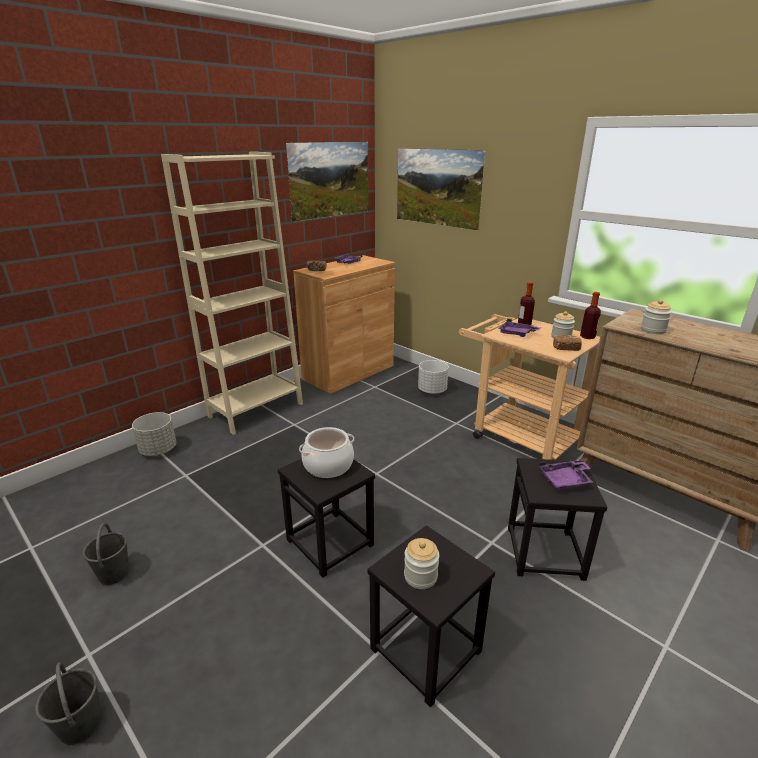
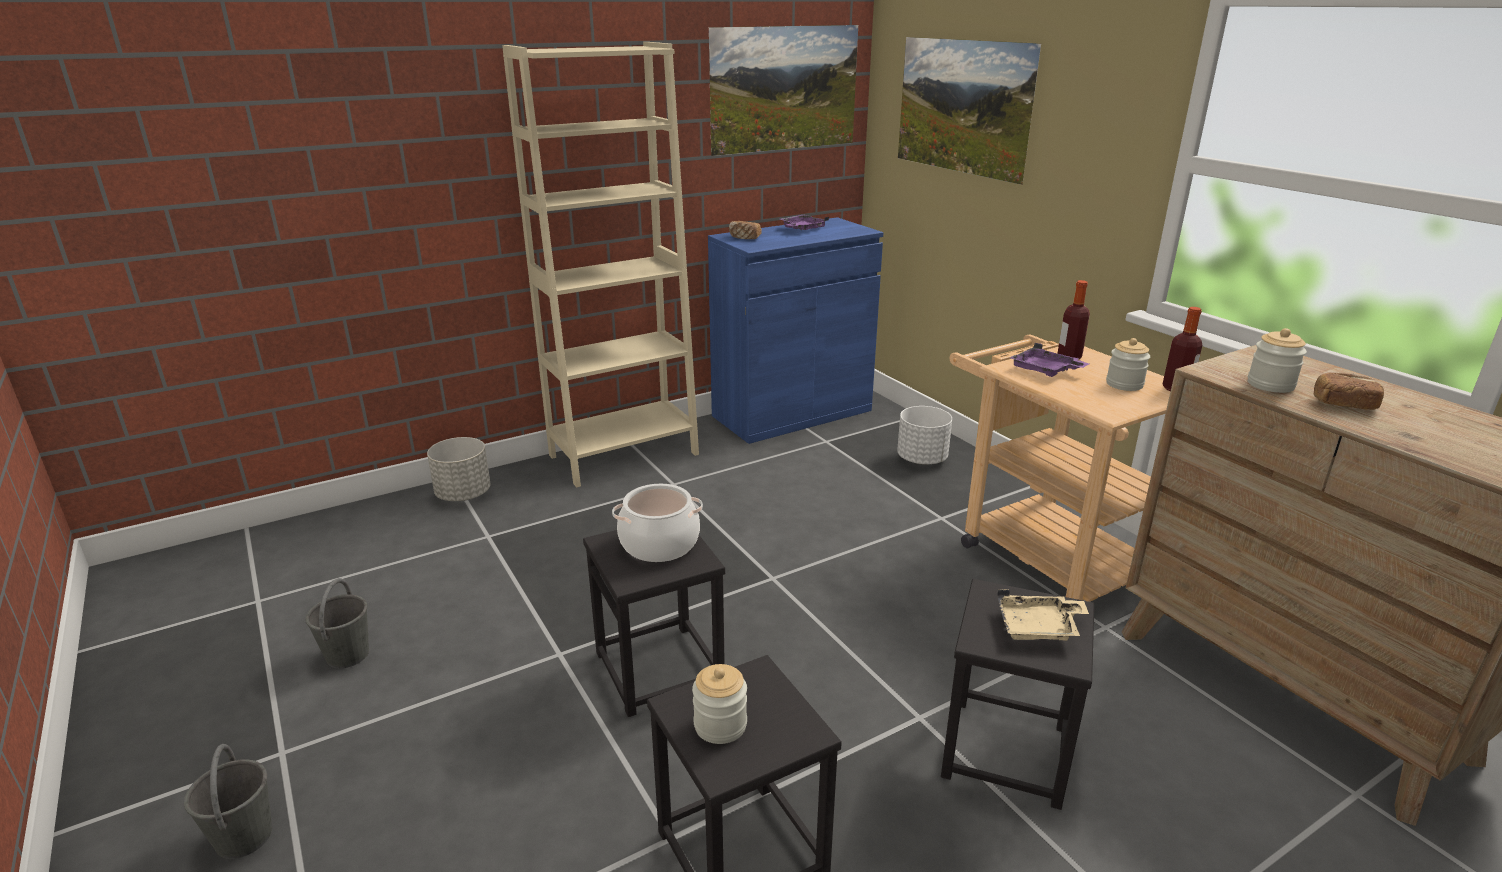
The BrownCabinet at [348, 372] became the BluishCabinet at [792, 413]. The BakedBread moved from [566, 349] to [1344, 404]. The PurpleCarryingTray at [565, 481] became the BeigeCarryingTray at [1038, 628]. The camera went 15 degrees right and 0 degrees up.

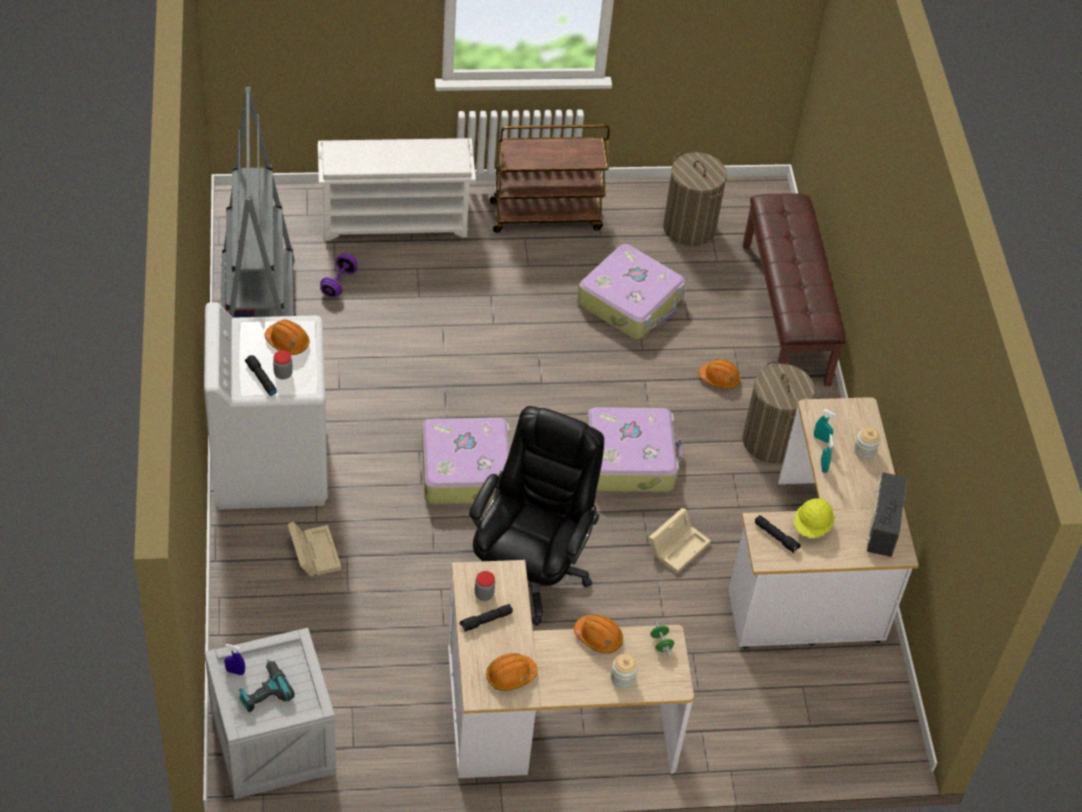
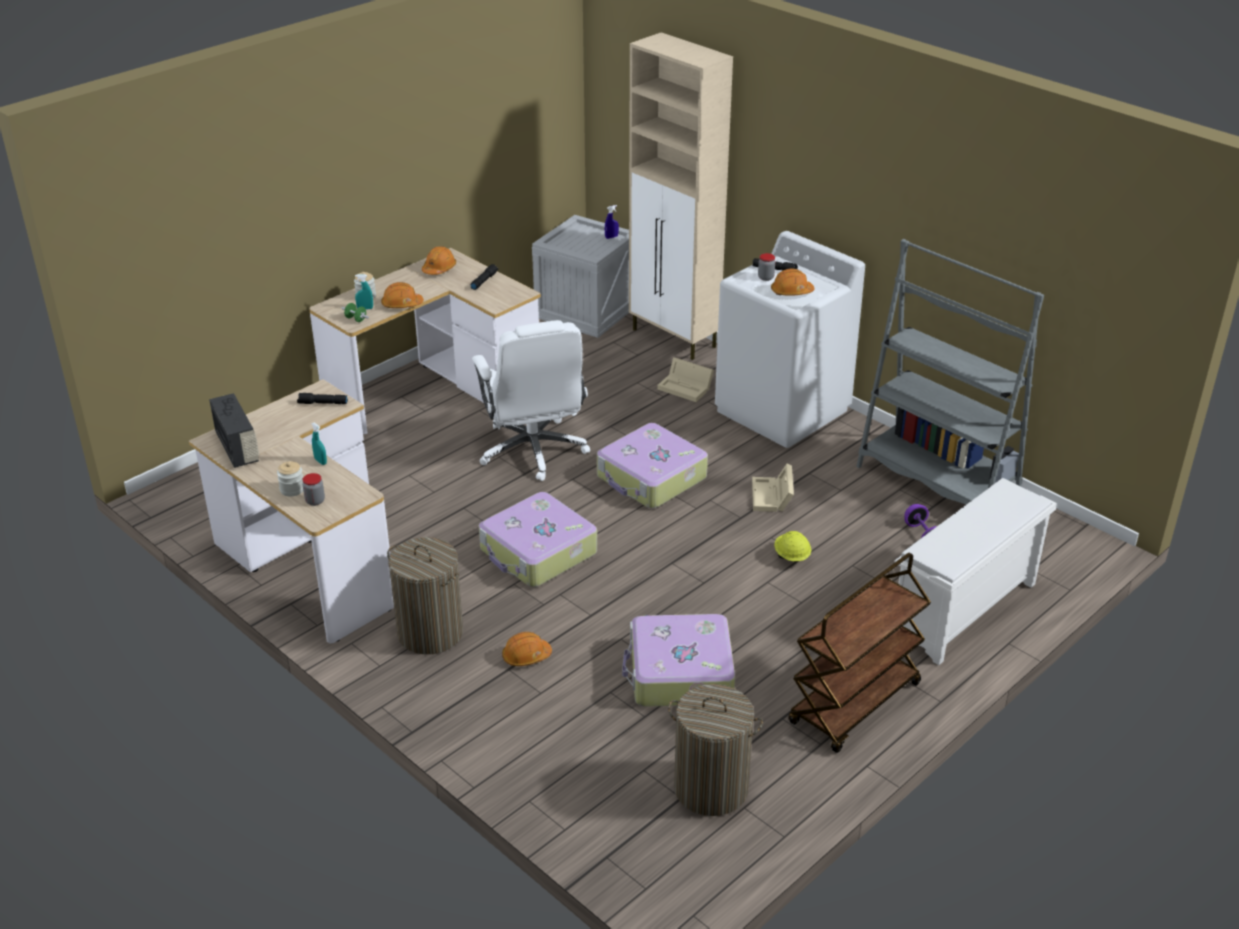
The BrownIndoorBench at [786, 314] disappeared. The BlackishComputerChair at [530, 570] became the WhitishComputerChair at [533, 451]. The BlueGreenSprayBottle moved from [821, 438] to [365, 309]. The YellowHardHat moved from [812, 526] to [791, 556]. The BeigeStorageBox moved from [678, 546] to [772, 497]. The StorageJar moved from [484, 594] to [315, 501]. The Drill at [263, 691] disappeared. The BeigeCabinet at [674, 339] appeared. The camera went 145 degrees right and 15 degrees down.

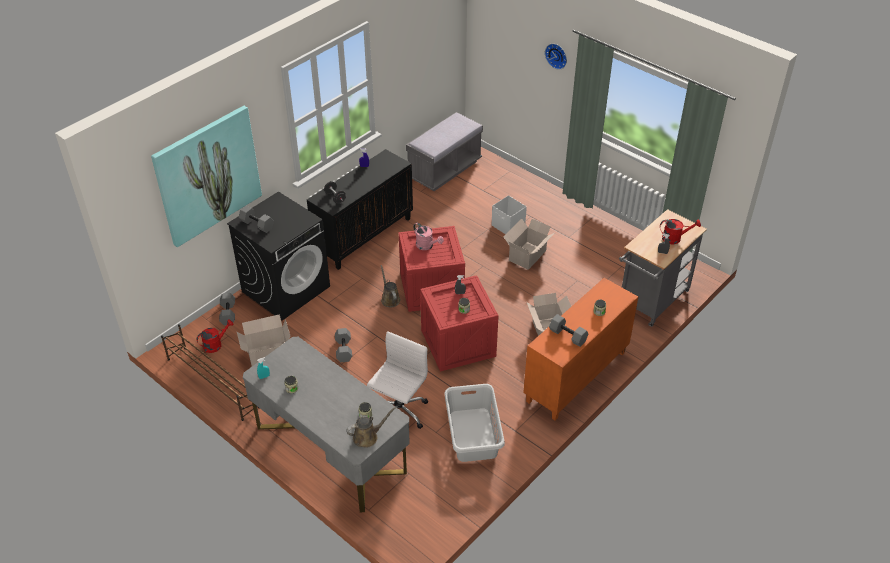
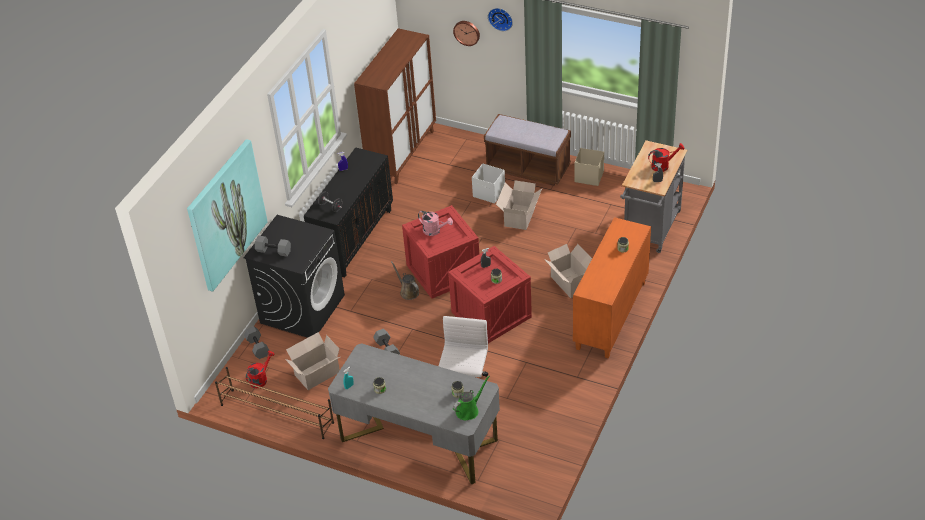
The GreyIndoorBench at [444, 170] was replaced by the BrownCabinet at [402, 153]. The GreyHandWeight at [567, 336] disappeared. The GreyHamper at [472, 435] disappeared. The BrownWateringPot at [368, 436] became the GreenColouredWateringPot at [469, 410]. The WallClock at [467, 32] appeared. The BrownIndoorBench at [528, 168] appeared. The BeigeStorageBox at [588, 176] appeared. The camera went 15 degrees left and 0 degrees up.

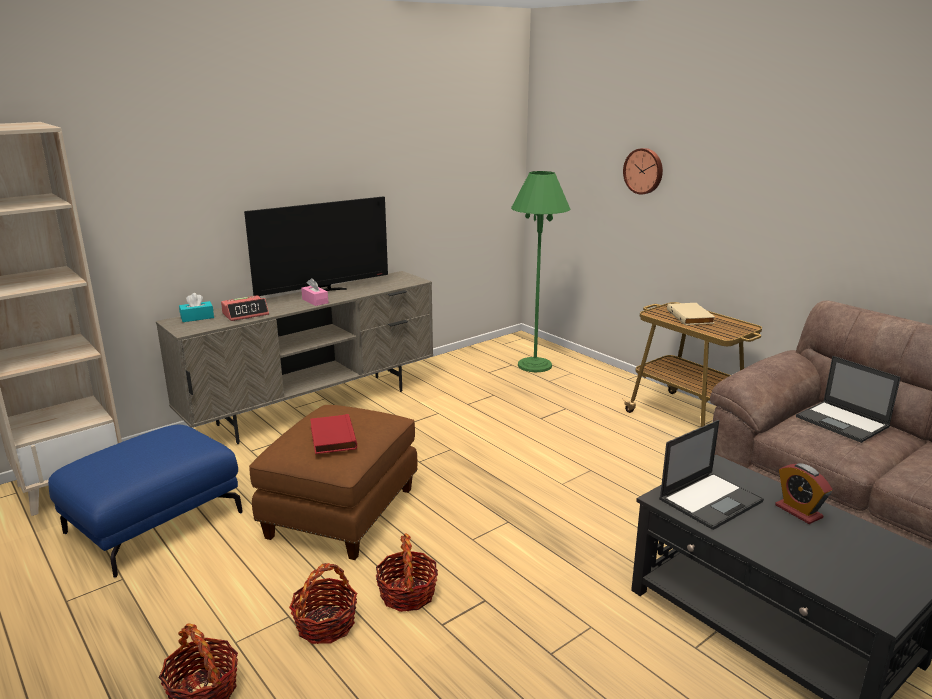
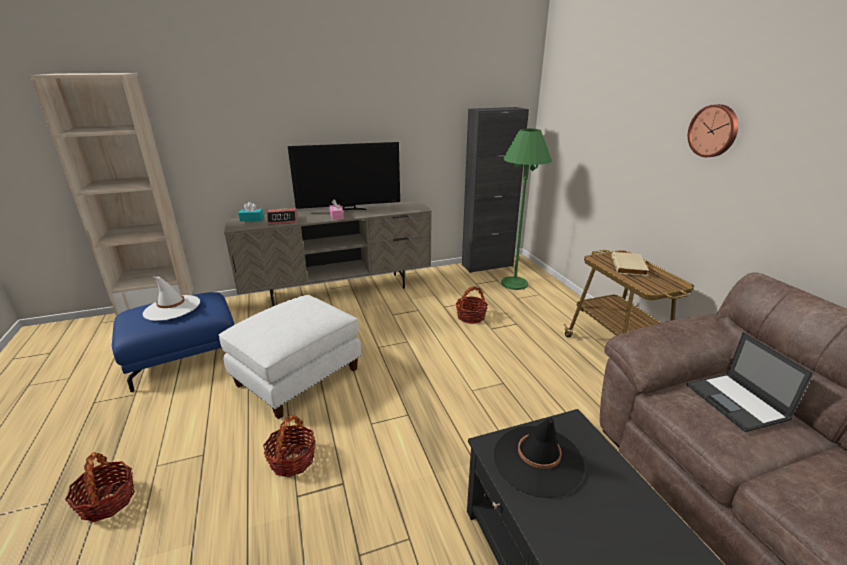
The WallClock moved from [644, 171] to [714, 131]. The BrownPouffe at [340, 512] became the WhitishPouffe at [297, 376]. The ReddishBoundBook at [331, 437] disappeared. The Laptop at [711, 500] was replaced by the BlackishClothingHat at [537, 460]. The TableClock at [798, 511] disappeared. The Basket moved from [325, 624] to [471, 317]. The BlackishCabinet at [487, 265] appeared. The WhitishClothingHat at [172, 308] appeared. The camera went 20 degrees right and 5 degrees up.

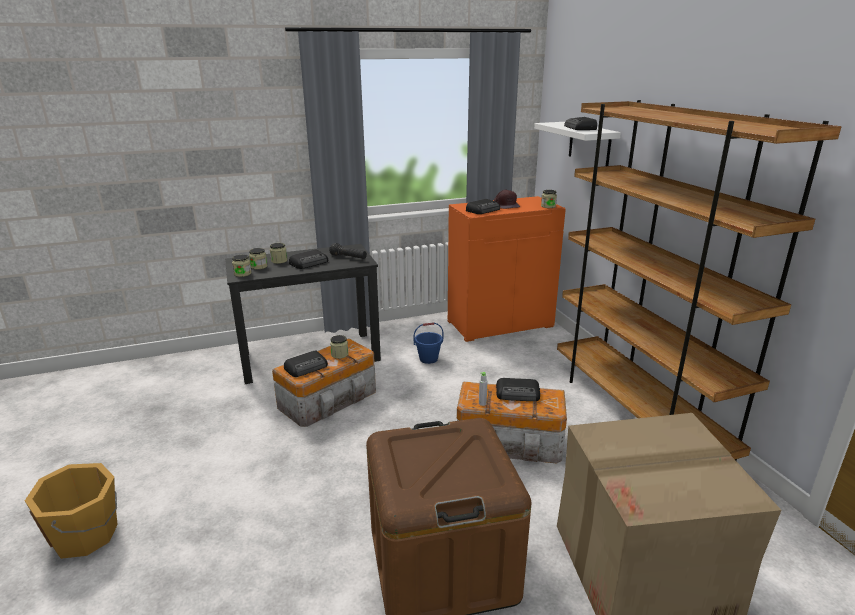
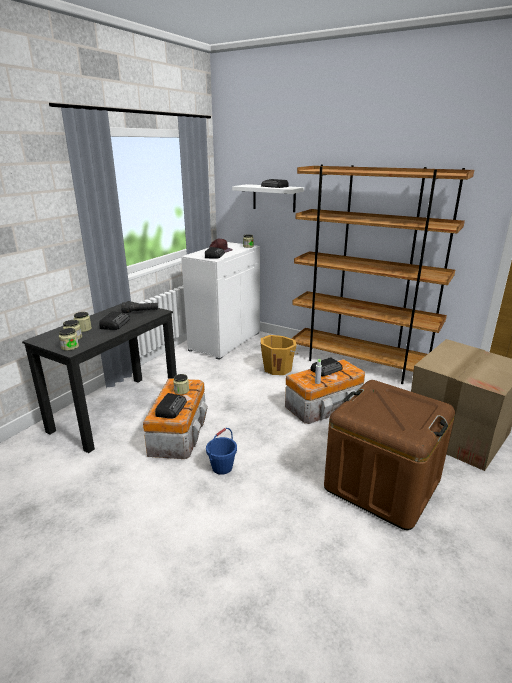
The OrangeColouredCabinet at [500, 323] became the WhitishCabinet at [224, 341]. The BluishWaterBucket moved from [428, 359] to [222, 467]. The OrangeColouredWaterBucket moved from [87, 535] to [278, 368]. The camera went 40 degrees left and 0 degrees up.

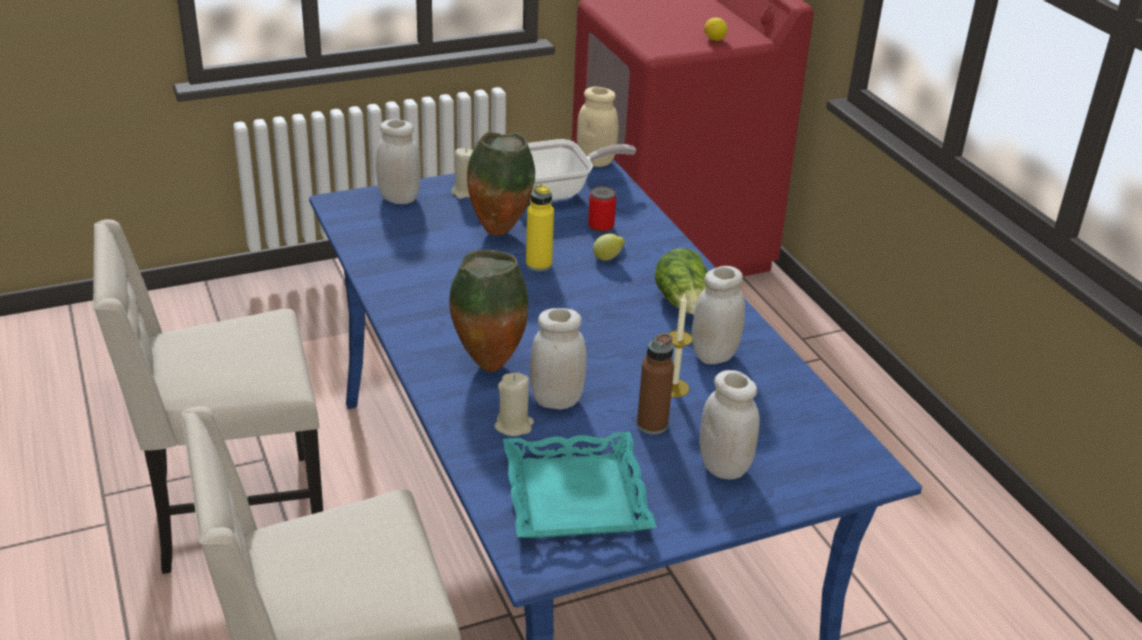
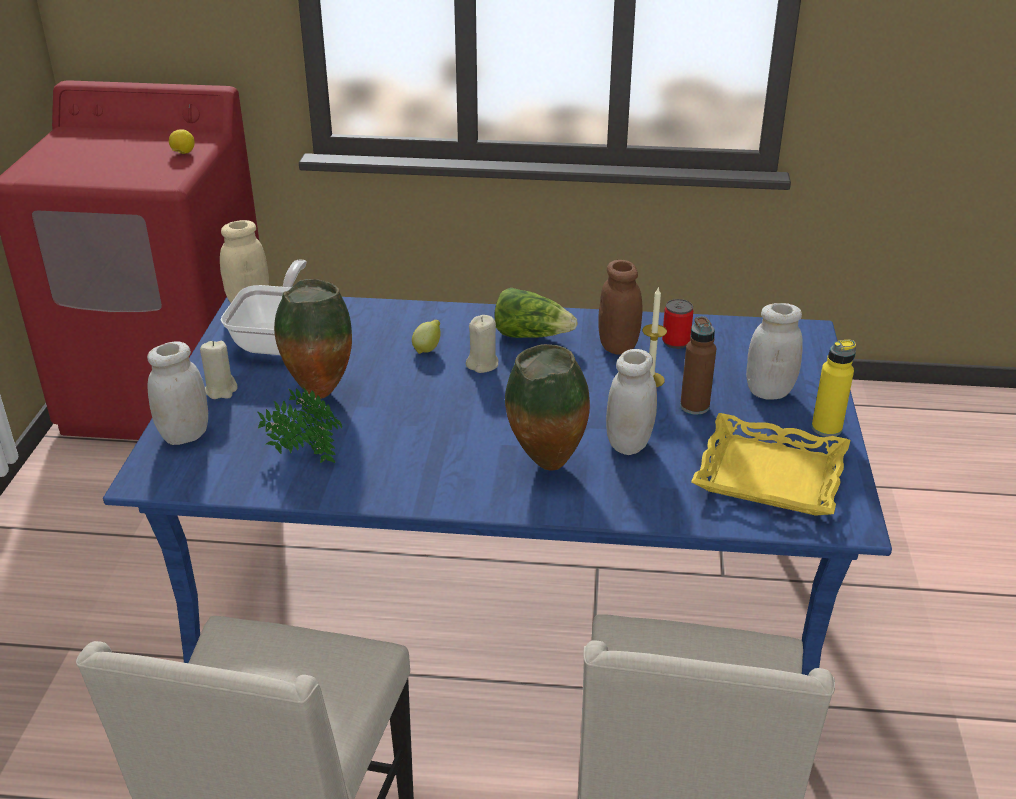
The YellowDrinkBottle moved from [538, 264] to [826, 428]. The Can moved from [601, 226] to [675, 342]. The WhitishStorageJar at [714, 355] became the BrownStorageJar at [618, 346]. The BeigeCandle moved from [514, 425] to [482, 364]. The BlueGreenCarryingTray at [574, 496] became the YellowCarryingTray at [769, 475]. The PottedPlant at [303, 455] appeared. The camera went 60 degrees left and 0 degrees up.

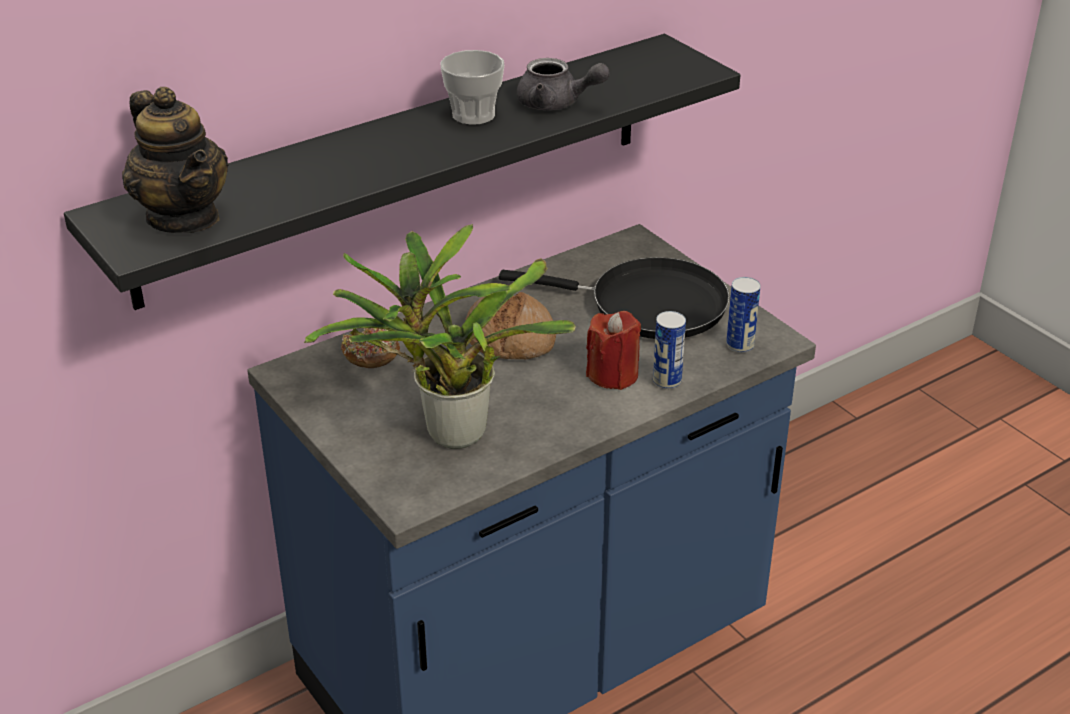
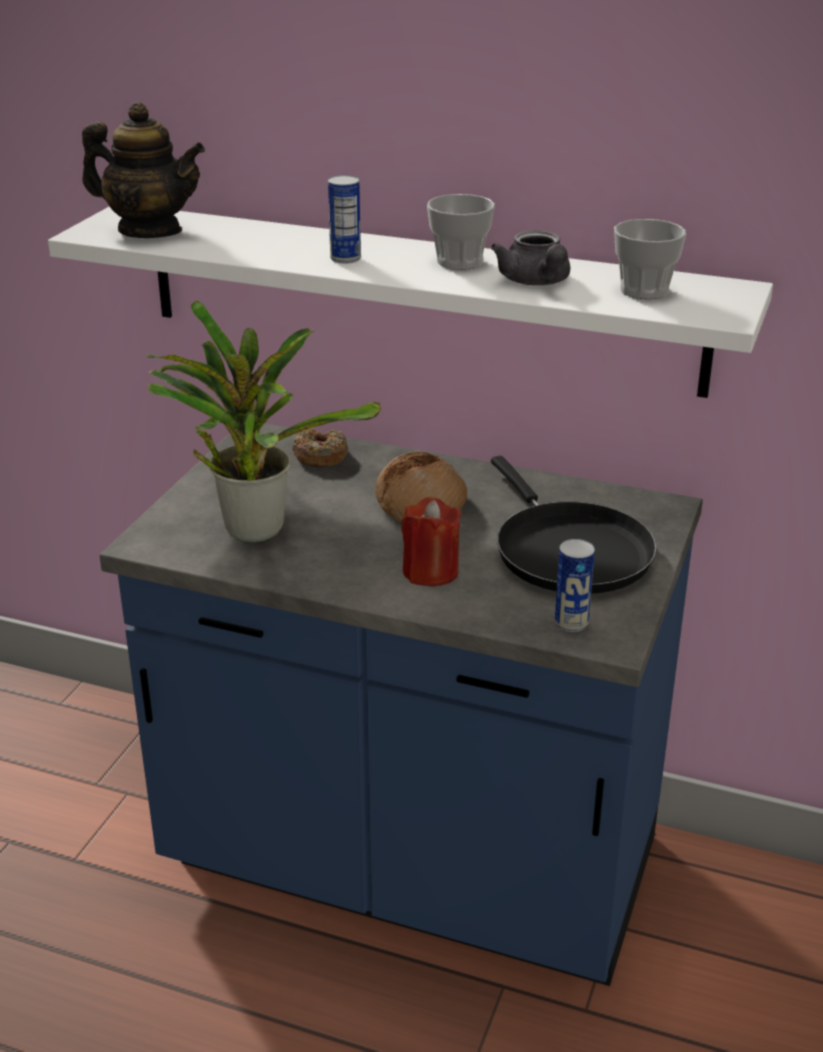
The BlackishShelf at [399, 166] became the WhitishShelf at [418, 297]. The Teapot at [184, 217] turned 90 degrees counterclockwise. The Can moved from [667, 381] to [345, 259]. The SmallCup at [644, 290] appeared. The camera went 55 degrees right and 5 degrees down.

